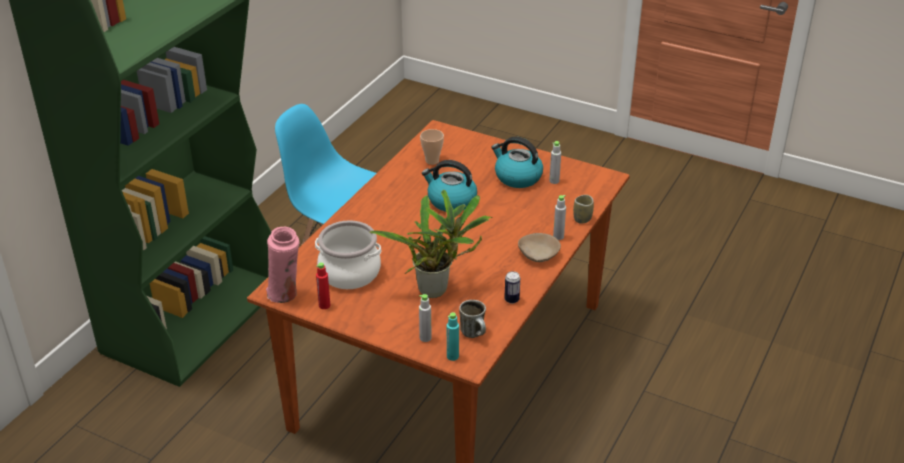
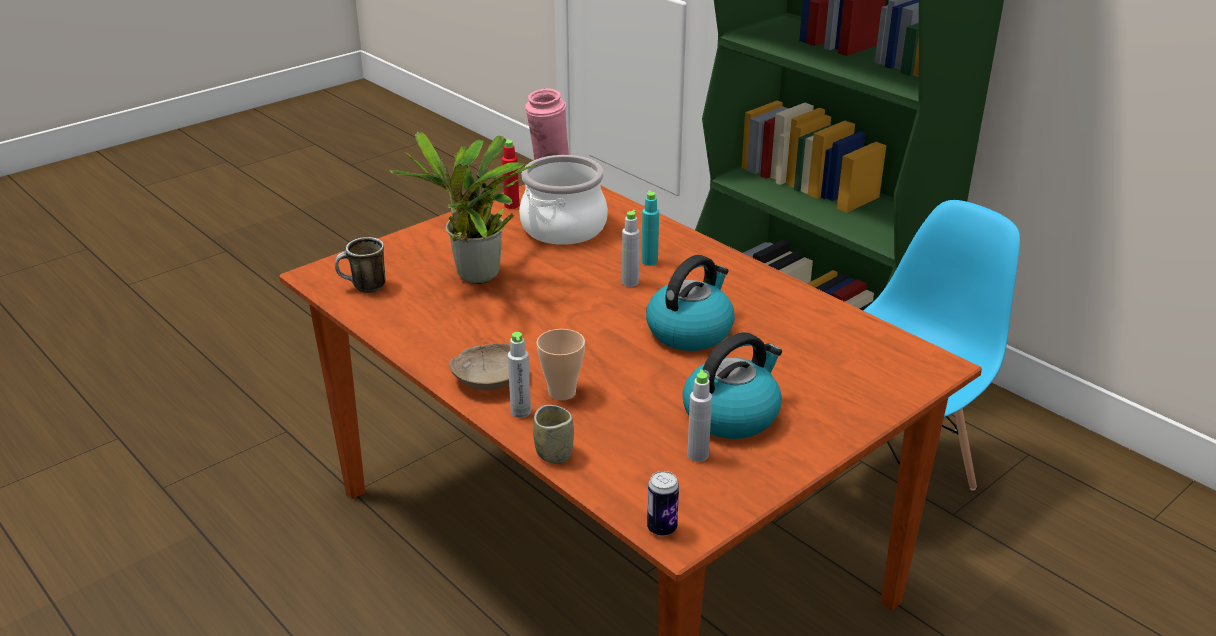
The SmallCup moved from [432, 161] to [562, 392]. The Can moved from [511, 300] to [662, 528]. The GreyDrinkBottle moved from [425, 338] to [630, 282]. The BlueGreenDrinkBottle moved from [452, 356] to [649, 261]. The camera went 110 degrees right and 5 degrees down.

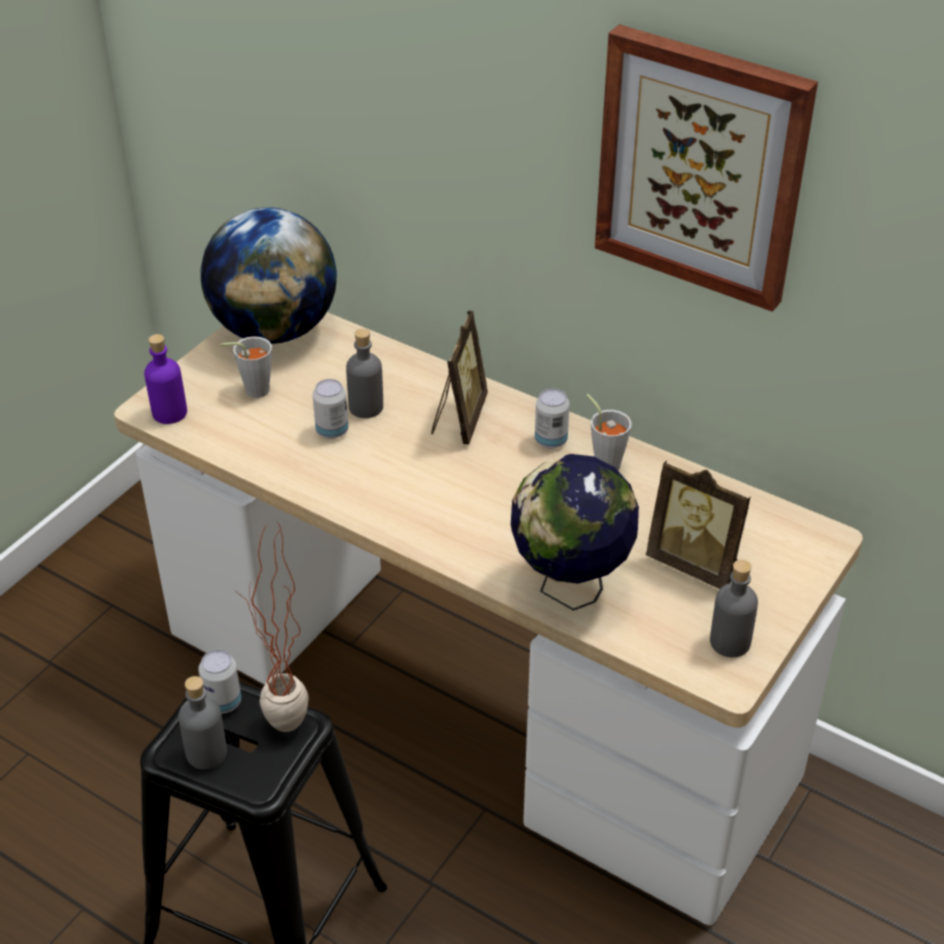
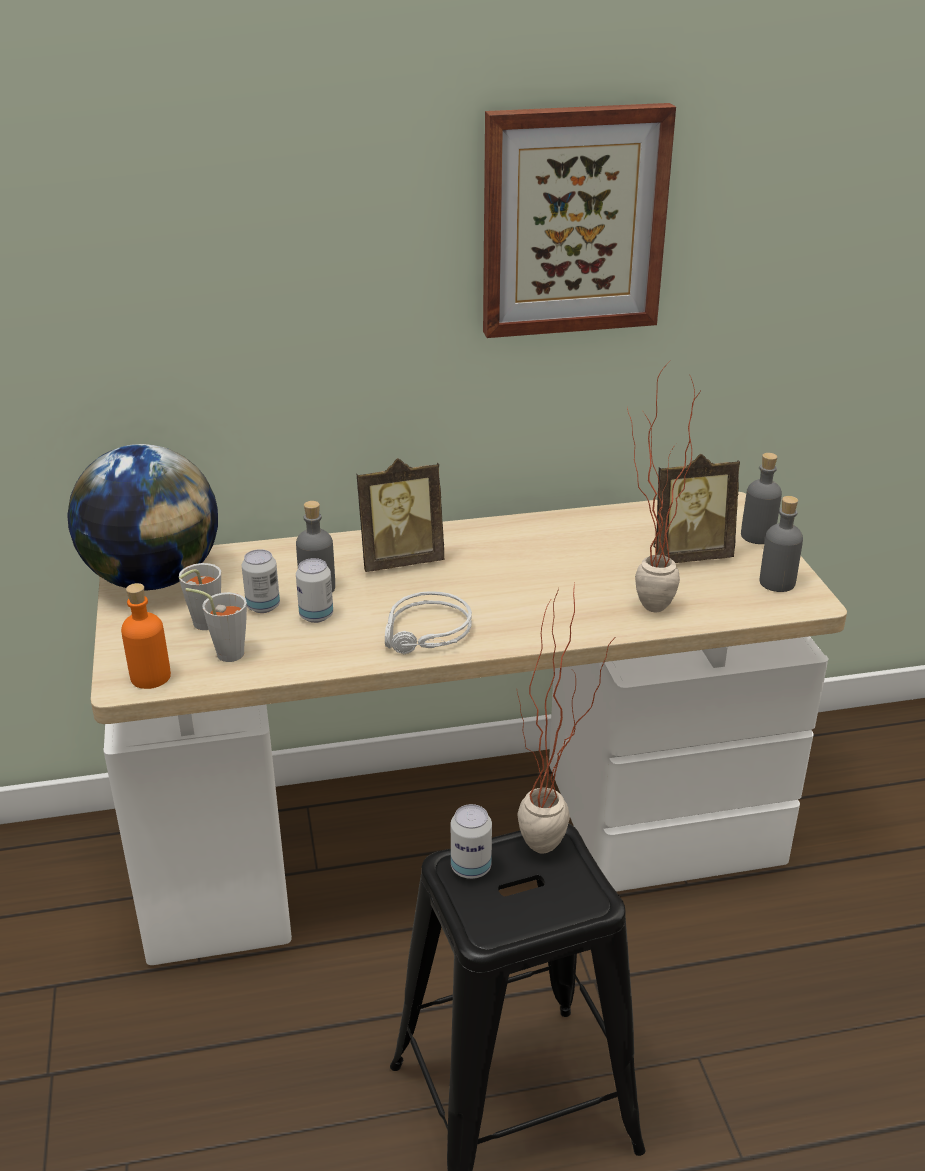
The StandingFrame at [458, 419] turned 105 degrees clockwise. The PurpleDrinkBottle at [169, 413] became the OrangeColouredDrinkBottle at [150, 677]. The Can moved from [551, 441] to [263, 606]. The GreySmallCup moved from [604, 461] to [224, 653]. The DeskGlobe at [570, 588] was replaced by the PottedPlant at [642, 610]. The GreyDrinkBottle moved from [206, 753] to [757, 536]. The GreyPairOfHeadphones at [426, 633] appeared. The camera went 45 degrees left and 10 degrees down.

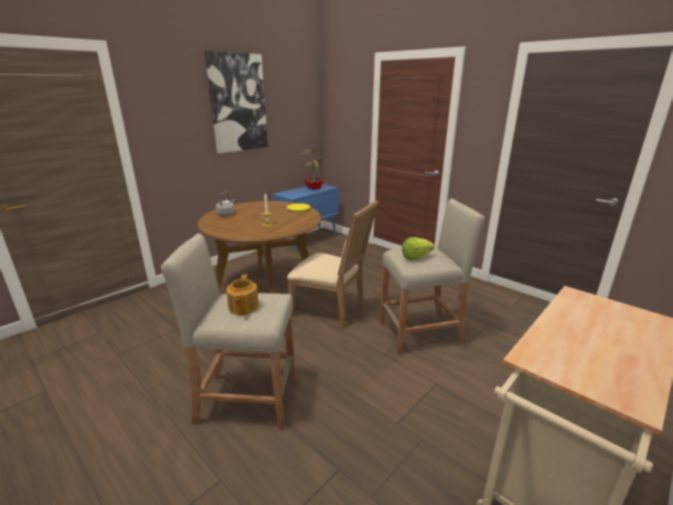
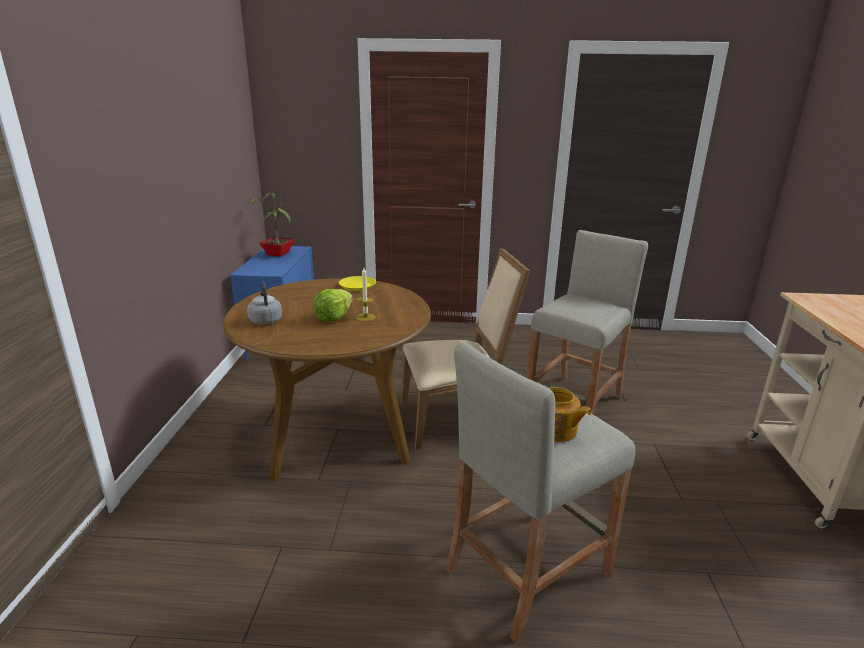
The WallArt at [238, 103] disappeared. The Lettuce moved from [415, 257] to [334, 317]. The camera went 40 degrees left and 0 degrees up.

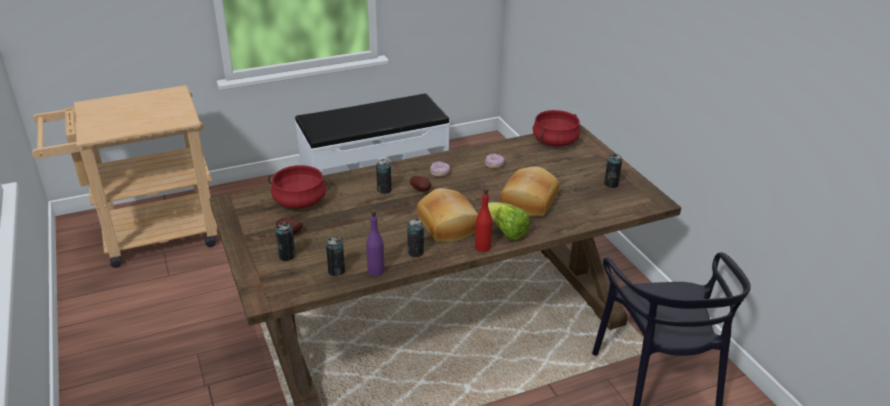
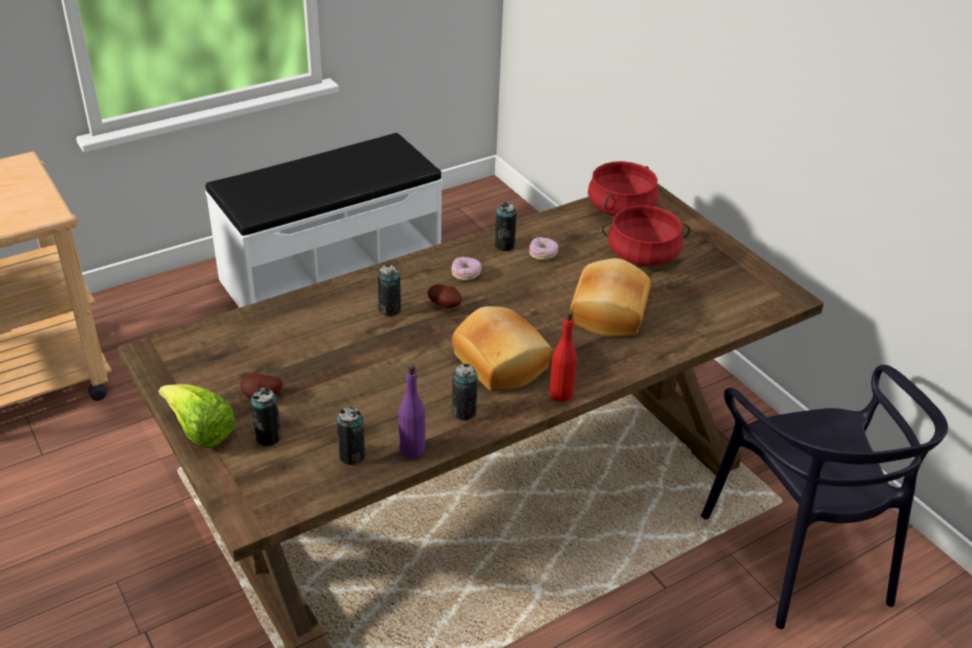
The Can moved from [611, 184] to [504, 245]. The ReddishSaucepot moved from [300, 201] to [643, 255]. The Lettuce moved from [505, 232] to [200, 431]. The camera went 10 degrees left and 5 degrees up.

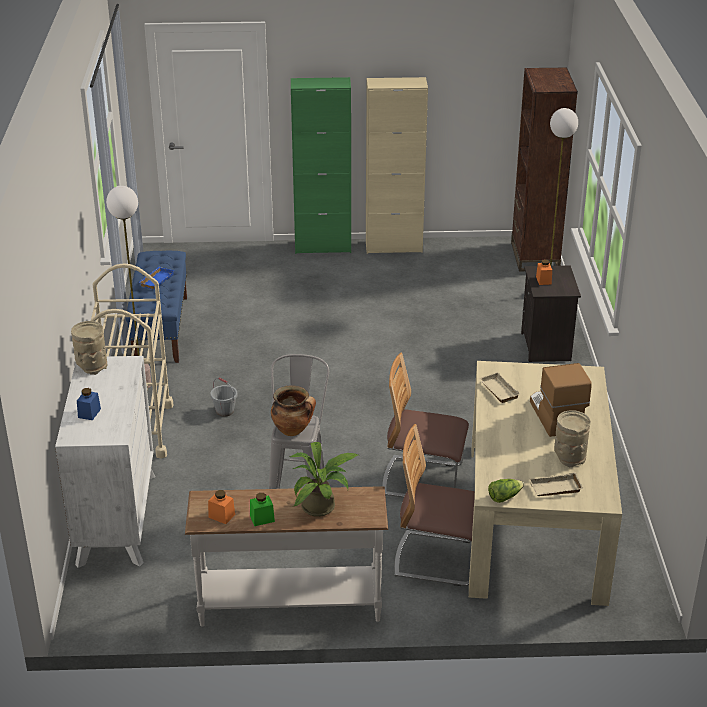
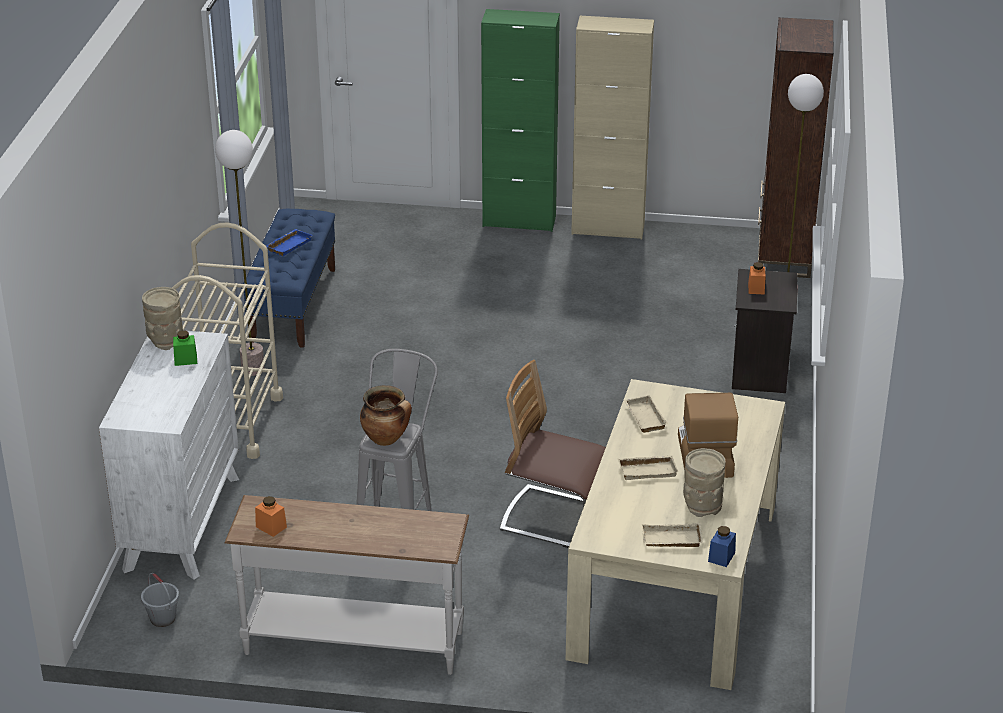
The GreyWaterBucket moved from [224, 411] to [162, 618]. The BluishStorageJar moved from [89, 413] to [721, 557]. The PlainChair at [438, 559] disappeared. The PottedPlant at [322, 506] disappeared. The Lettuce at [504, 497] disappeared. The GreenColouredStorageJar moved from [262, 518] to [185, 360]. The BeigeCarryingTray at [648, 470] appeared. The camera went 10 degrees right and 0 degrees up.

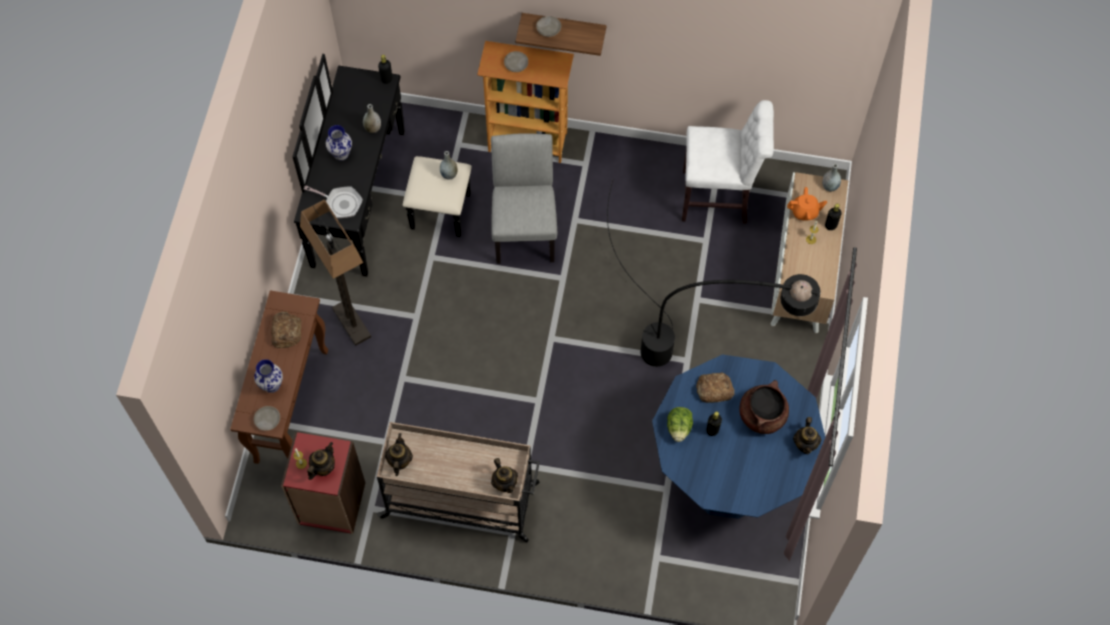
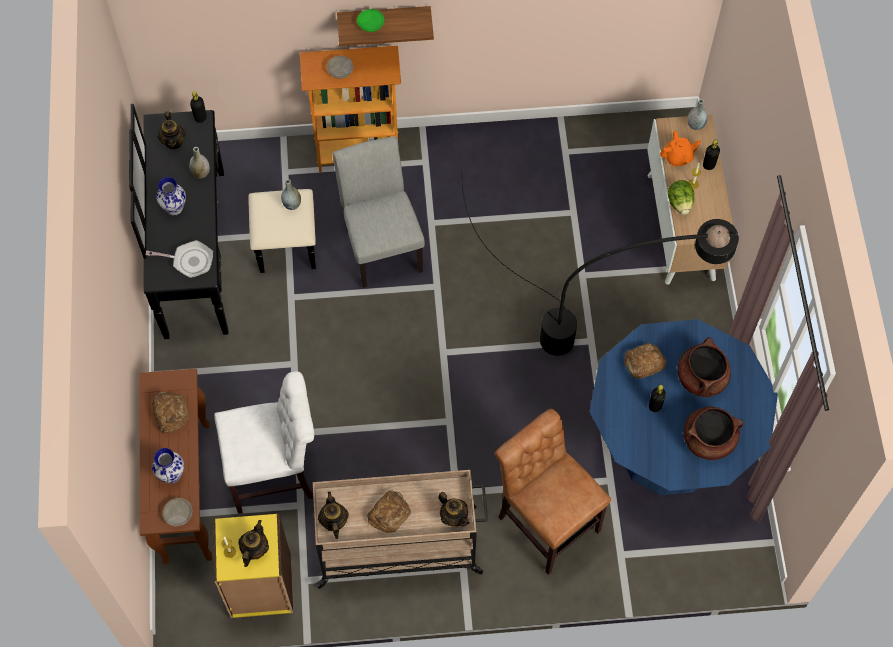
The BeigePlate at [548, 29] became the GreenColouredPlate at [371, 23]. The WhitishPlainChair moved from [719, 198] to [276, 474]. The StandingLamp at [351, 323] disappeared. The Lettuce moved from [679, 428] to [680, 203]. The Teapot moved from [805, 444] to [173, 141]. The ReddishShelvingUnit at [331, 504] became the YellowShelvingUnit at [260, 587]. The BrownSaucepot at [708, 440] appeared. The BrownPlainChair at [545, 520] appeared. The BakedBread at [389, 513] appeared. The camera went 15 degrees left and 0 degrees up.

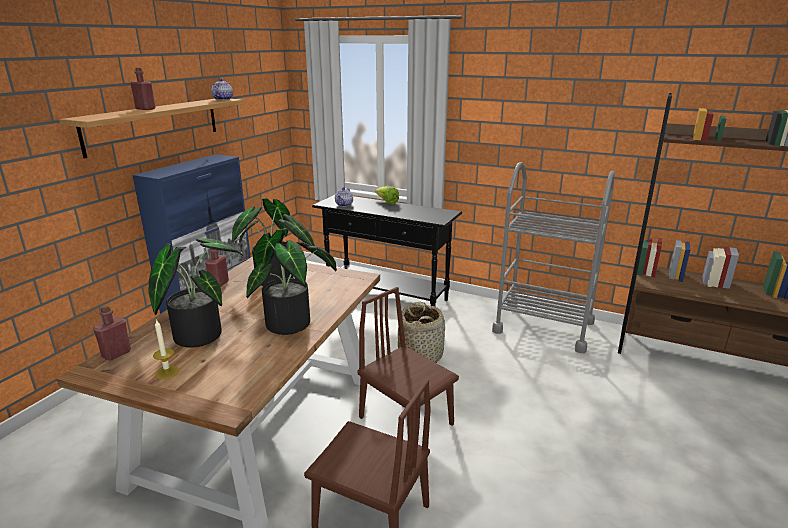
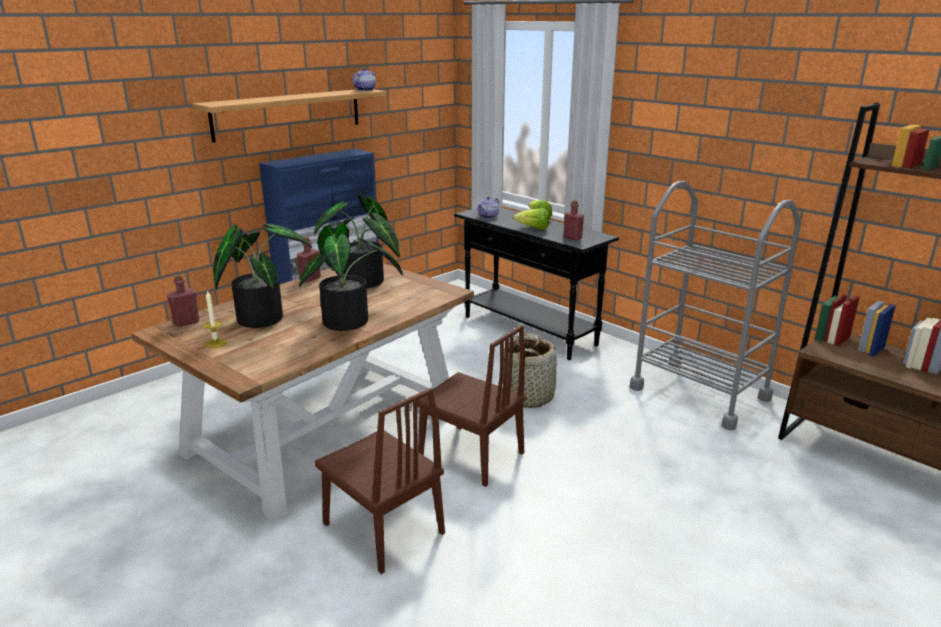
The ReddishDrinkBottle moved from [145, 109] to [572, 238]. The BrownPlainChair at [406, 421] turned 150 degrees clockwise. The Lettuce at [533, 229] appeared. The camera went 20 degrees right and 0 degrees up.

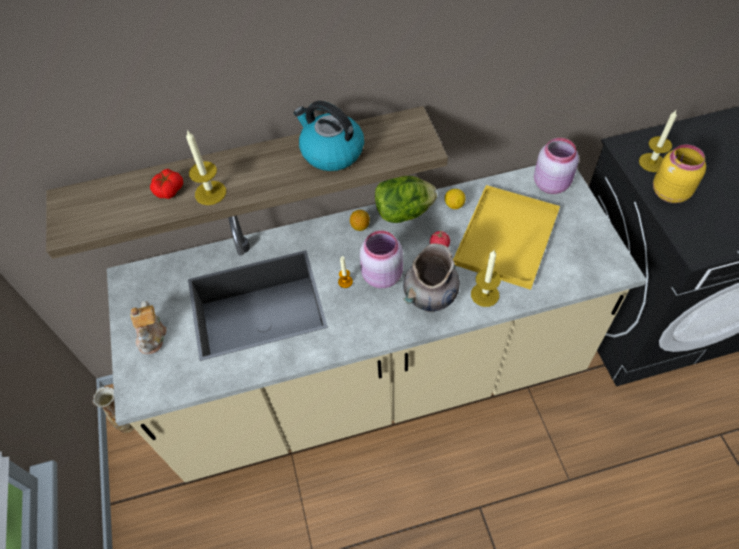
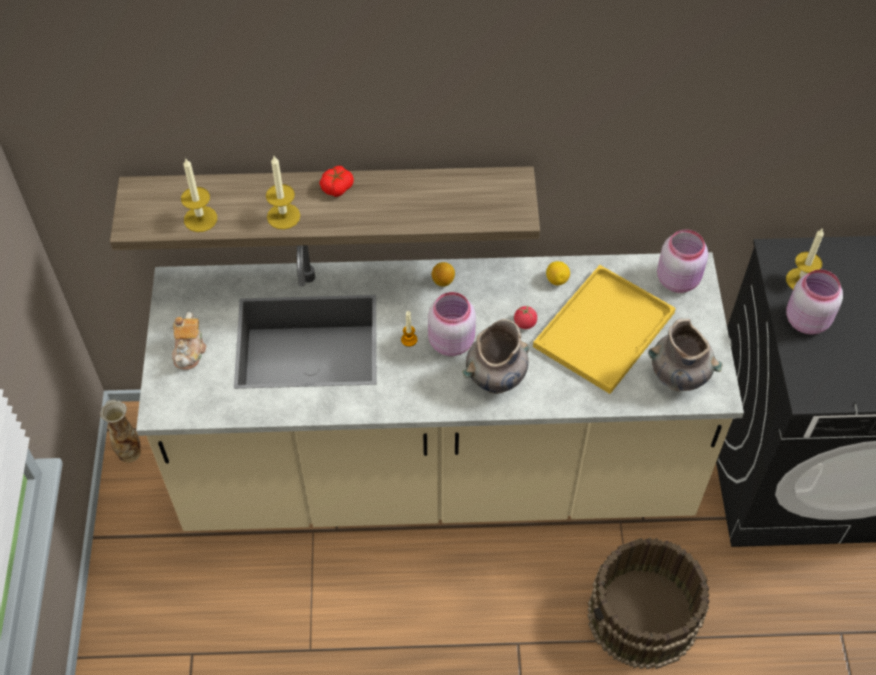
The Kettle at [331, 152] disappeared. The YellowStorageJar at [668, 192] became the PinkStorageJar at [805, 319]. The WholeTomato moved from [169, 190] to [337, 187]. The Lettuce at [403, 212] disappeared. The Candle moved from [485, 294] to [200, 219]. The GreyVase at [679, 378] appeared. The BrownWaterBucket at [643, 617] appeared. The camera went 10 degrees right and 0 degrees up.

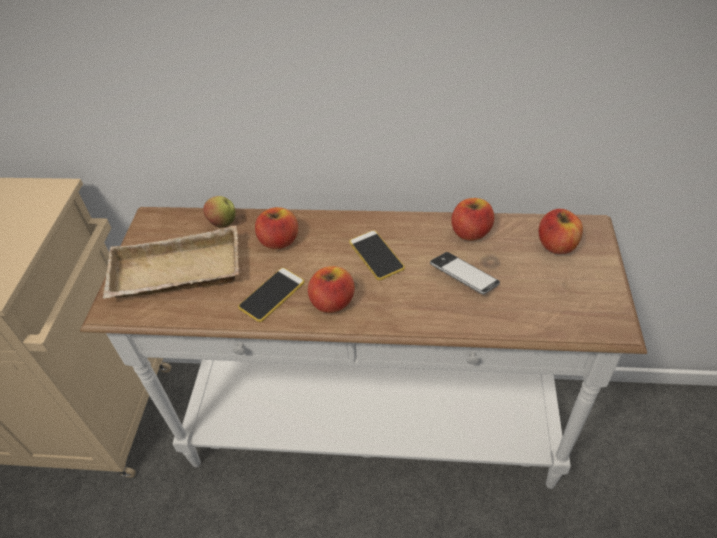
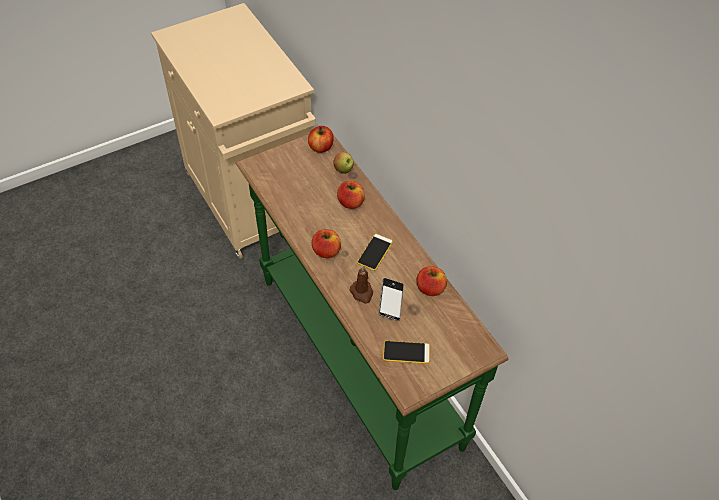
The WhitishNarrowTable at [371, 431] became the GreenColouredNarrowTable at [356, 361]. The WholeApple moved from [557, 245] to [321, 147]. The BeigeCarryingTray at [175, 275] disappeared. The Handset moved from [272, 295] to [406, 352]. The BrownCandle at [362, 293] appeared. The camera went 50 degrees right and 5 degrees up.

